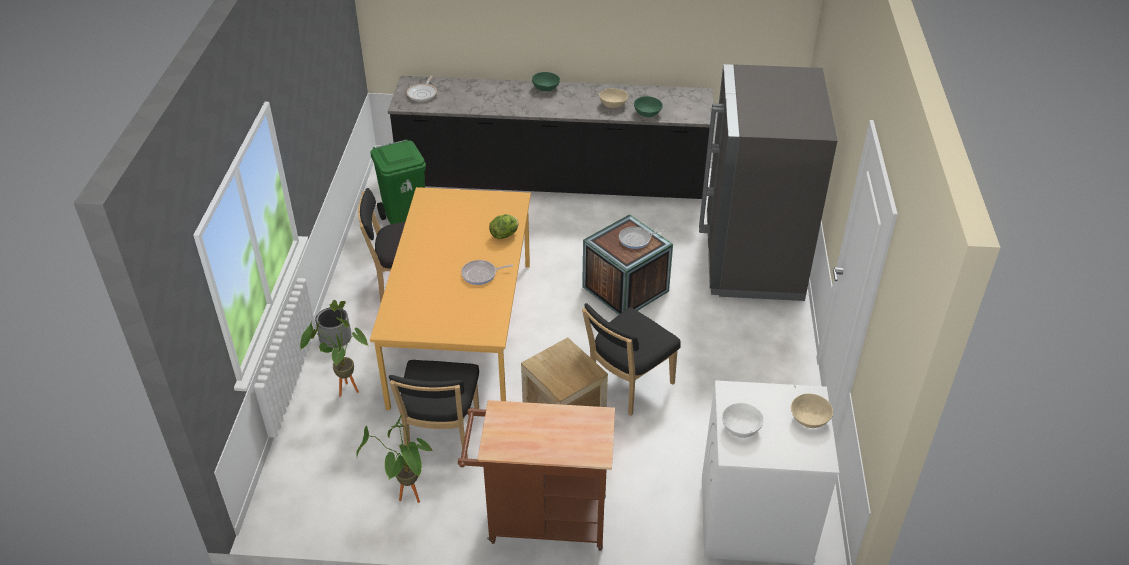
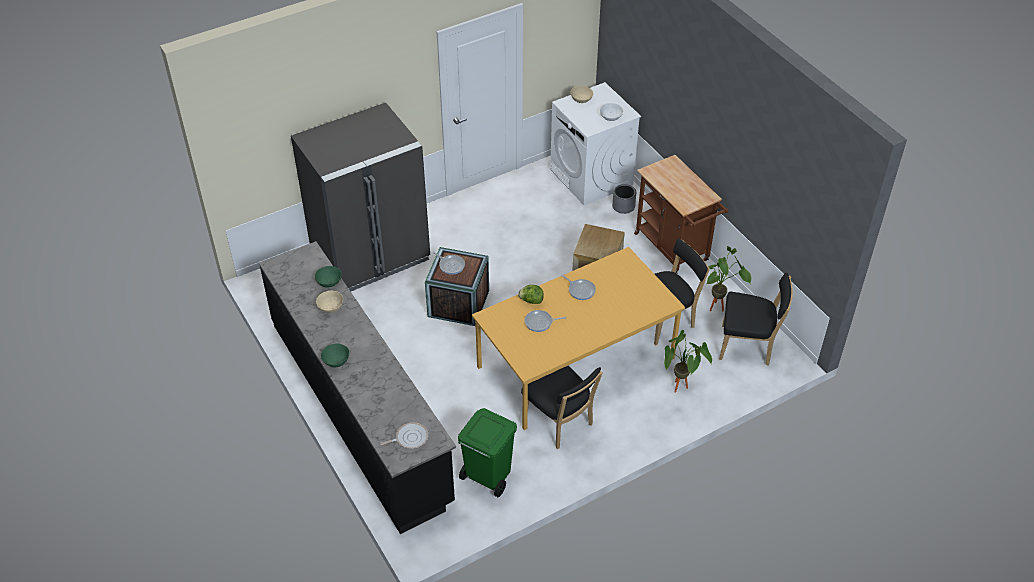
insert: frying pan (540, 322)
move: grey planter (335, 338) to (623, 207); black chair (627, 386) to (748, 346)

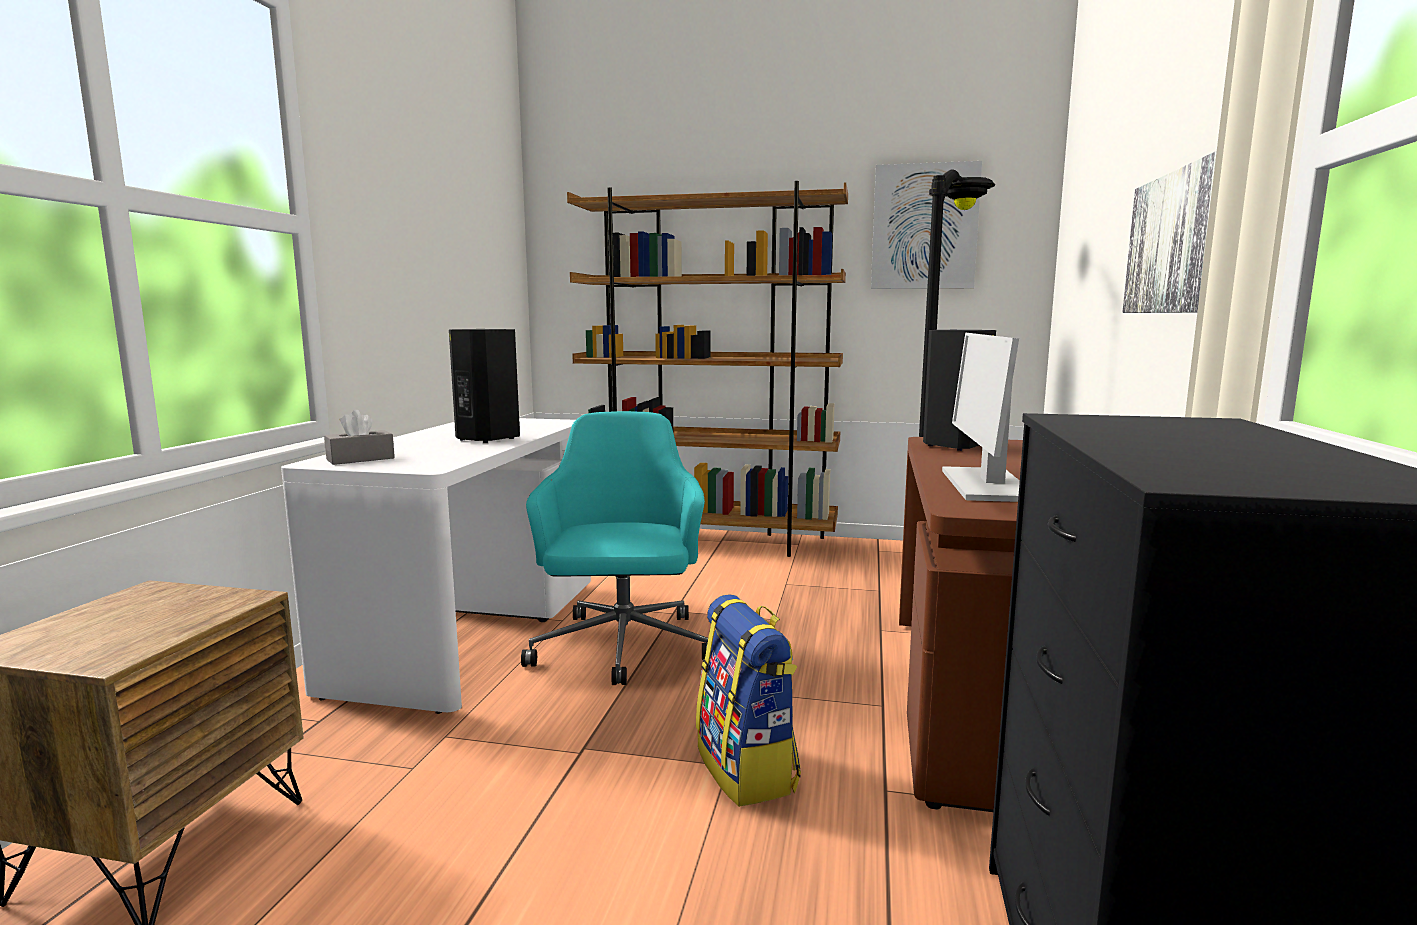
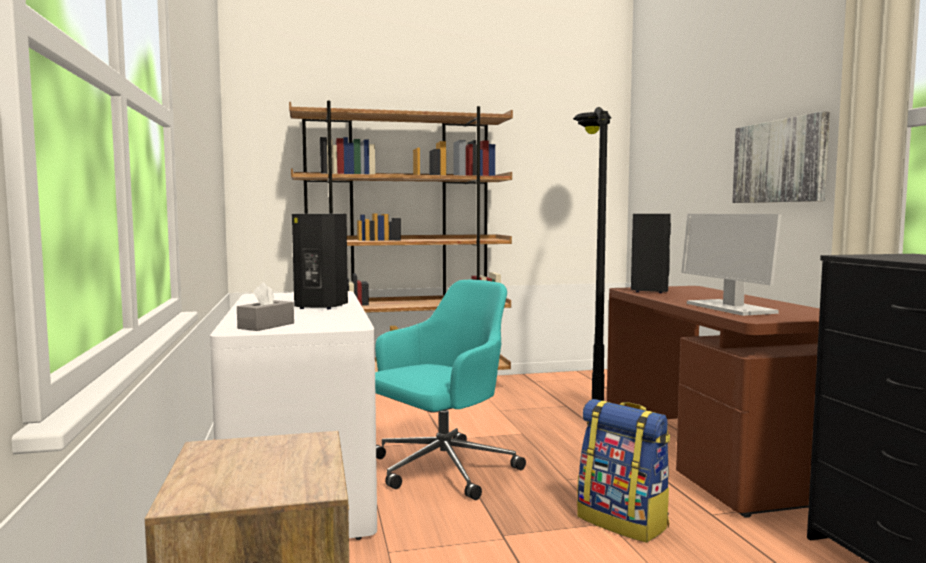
delete: picture (924, 227)
rotate: turquoise office chair (622, 649) = (441, 470) 75 degrees clockwise

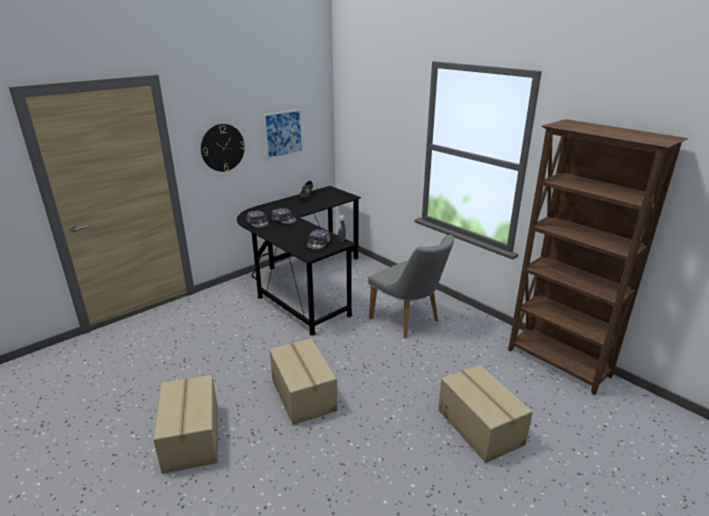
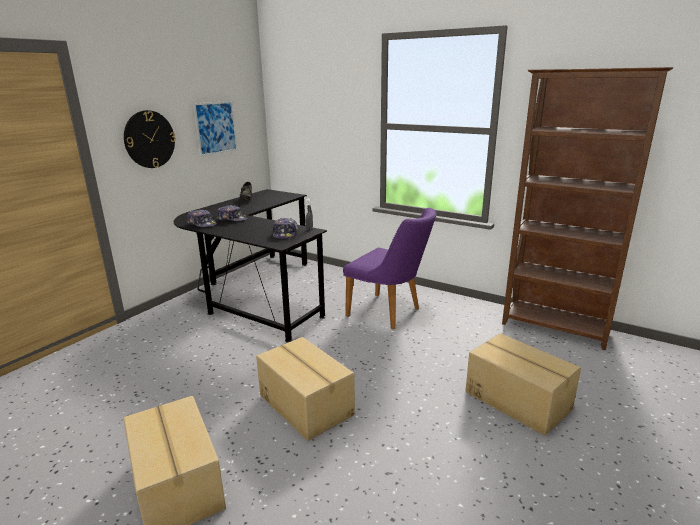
recolor: grey chair (409, 321) to purple chair (389, 313)

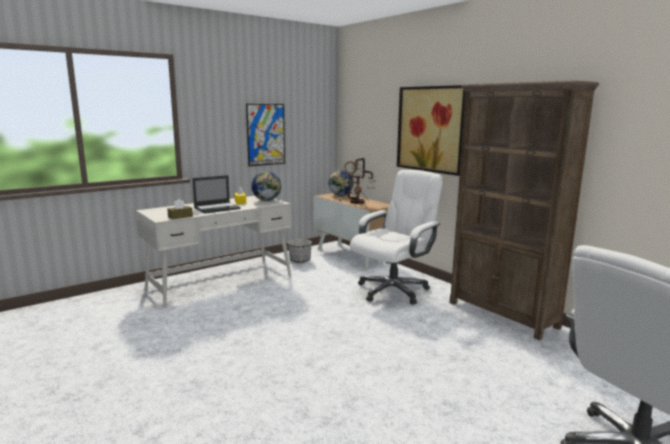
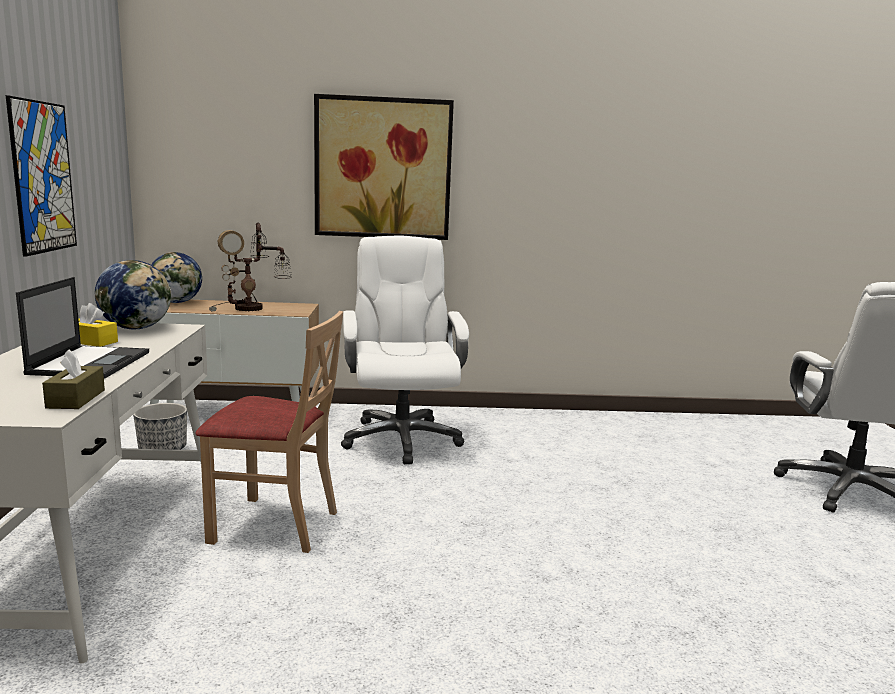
delete: brown bookcase (502, 315)
insert: beige chair (275, 525)

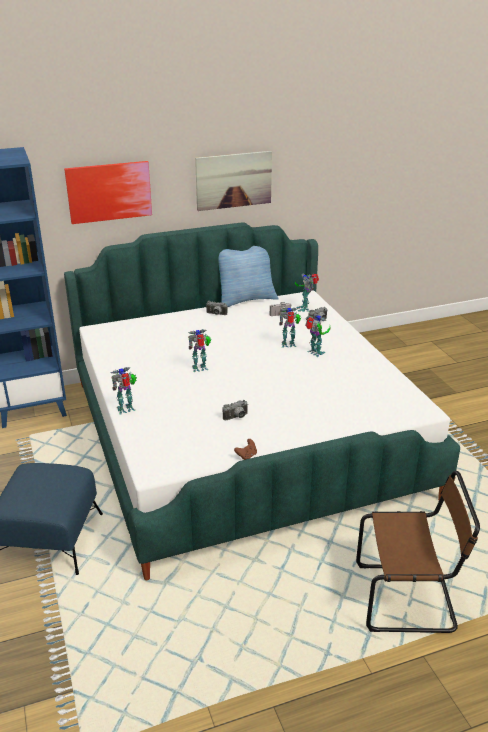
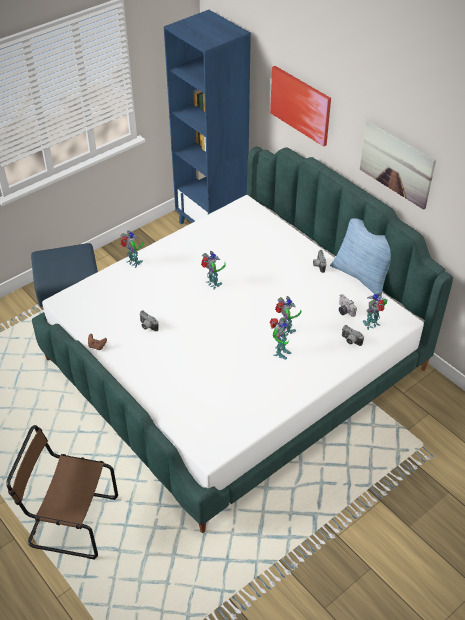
rotate: brown chair (409, 598) = (70, 521) 120 degrees clockwise

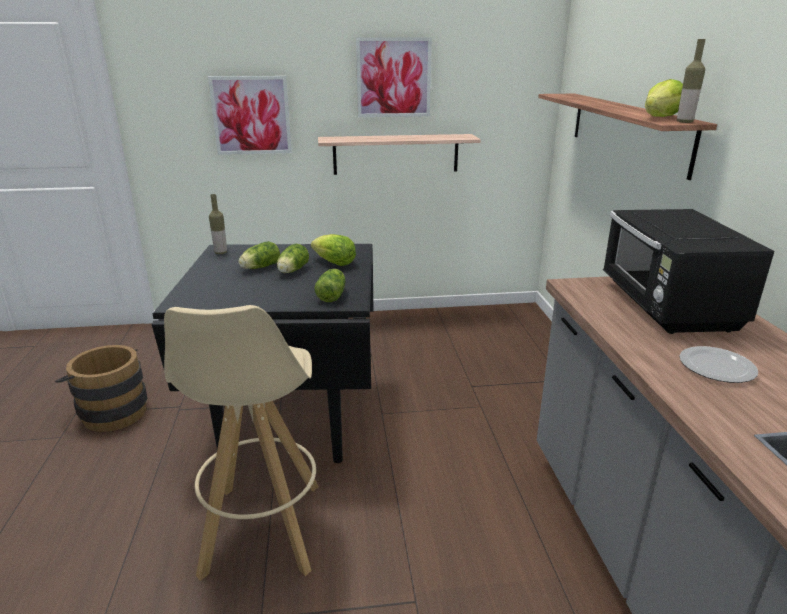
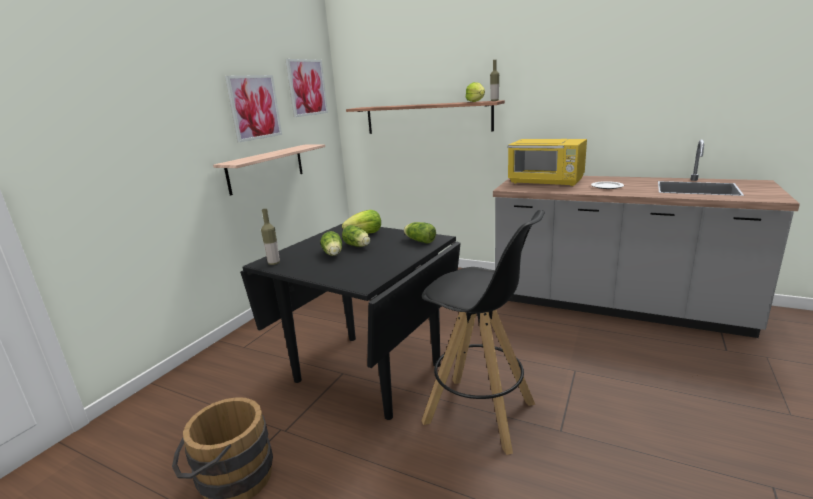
move: picture (251, 115) to (307, 87)
recolor: beige stool (262, 529) to black stool (480, 413); black microwave (667, 306) to yellow microwave (546, 182)

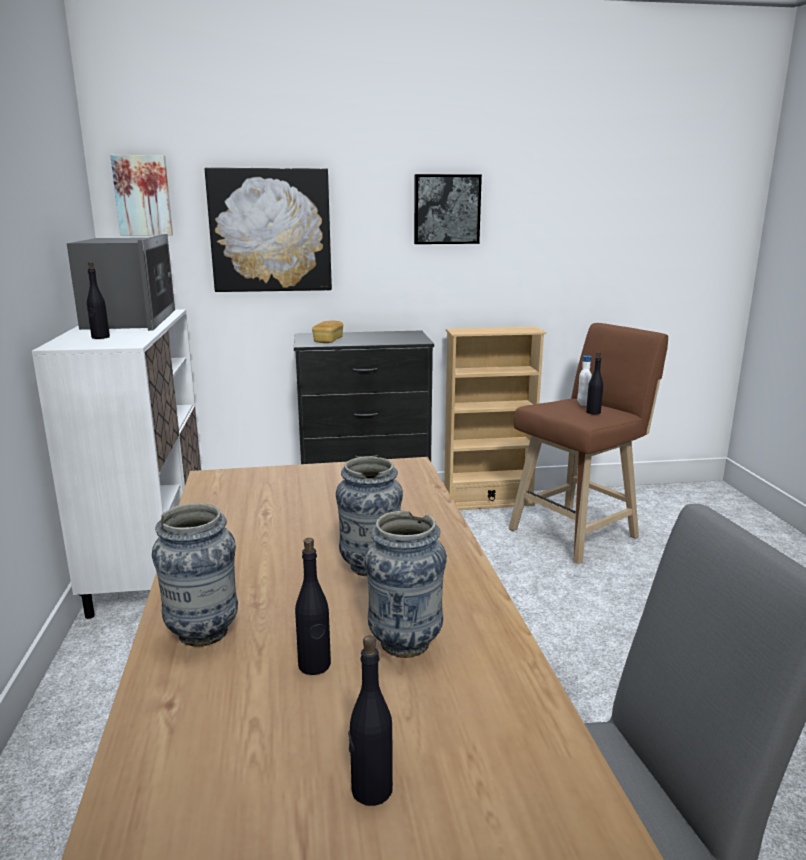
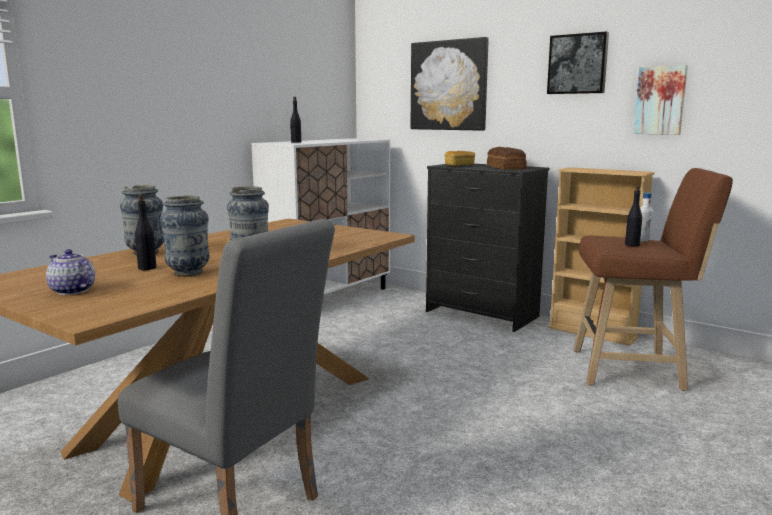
delete: microwave (130, 320)
insert: bread (505, 167)
move: picture (143, 196) to (660, 100)
replace: black bottle (371, 790) to teapot (72, 291)

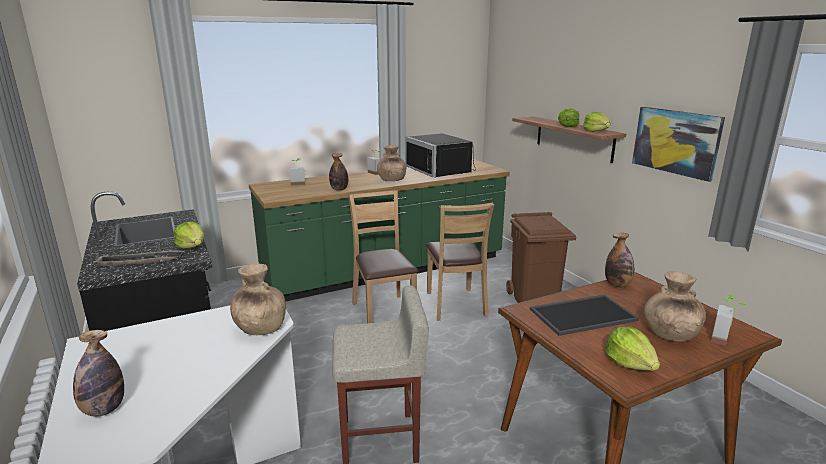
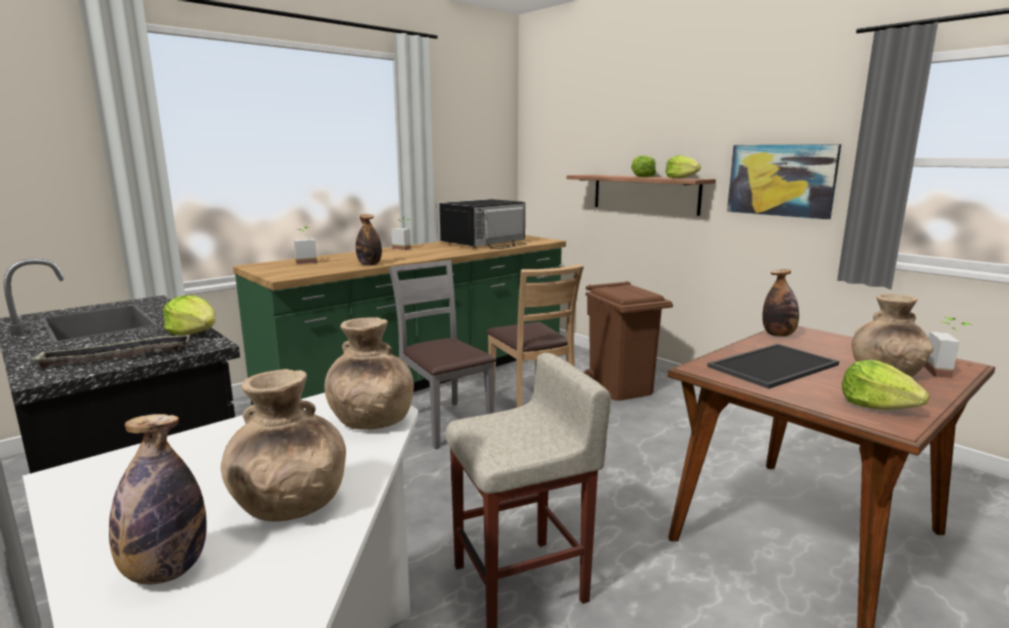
move: brown vase (391, 180) to (289, 504)
recolor: brown chair (383, 312) to grey chair (444, 423)
rotate: black microwave (442, 170) = (485, 243) 90 degrees clockwise

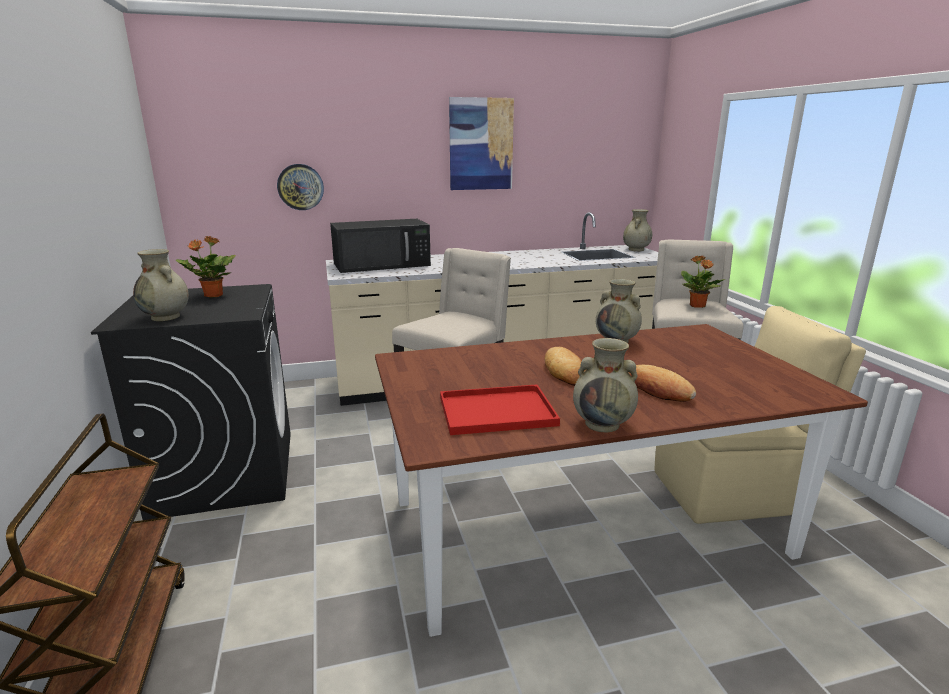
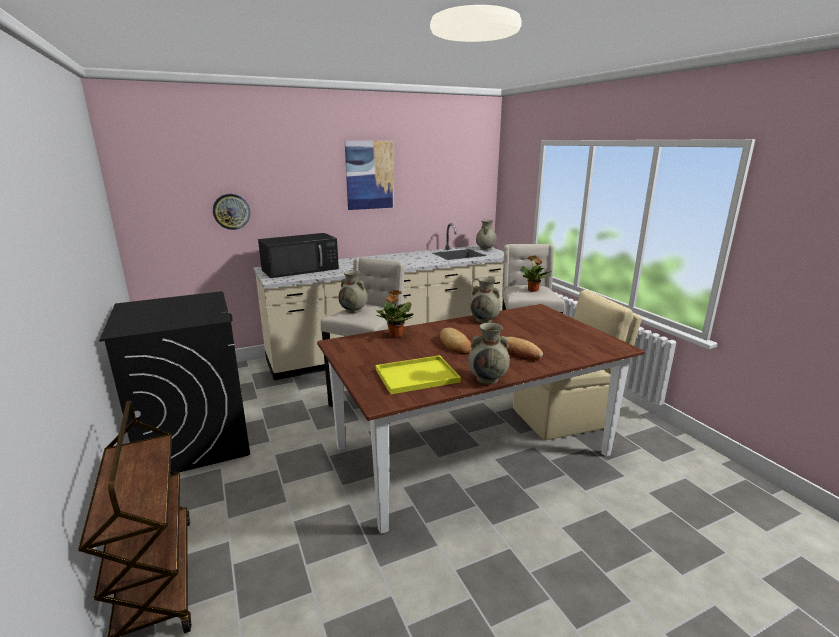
move: beige vase (166, 317) to (354, 310); potted plant (212, 295) to (395, 335)
recolor: red tray (495, 412) to yellow tray (415, 376)

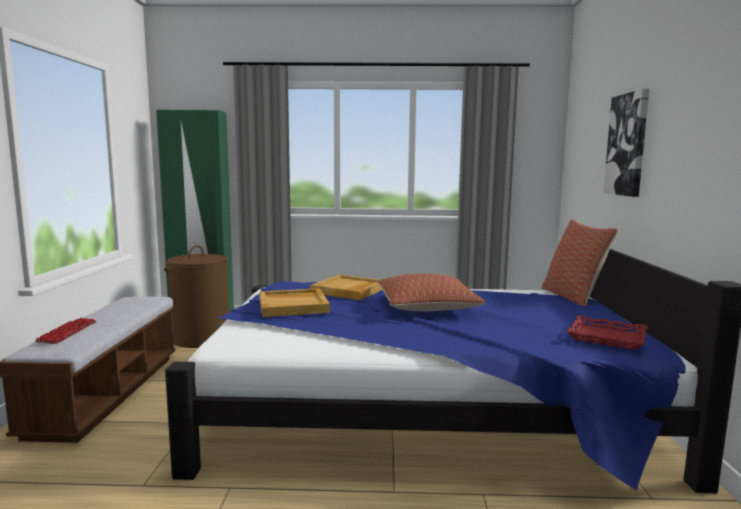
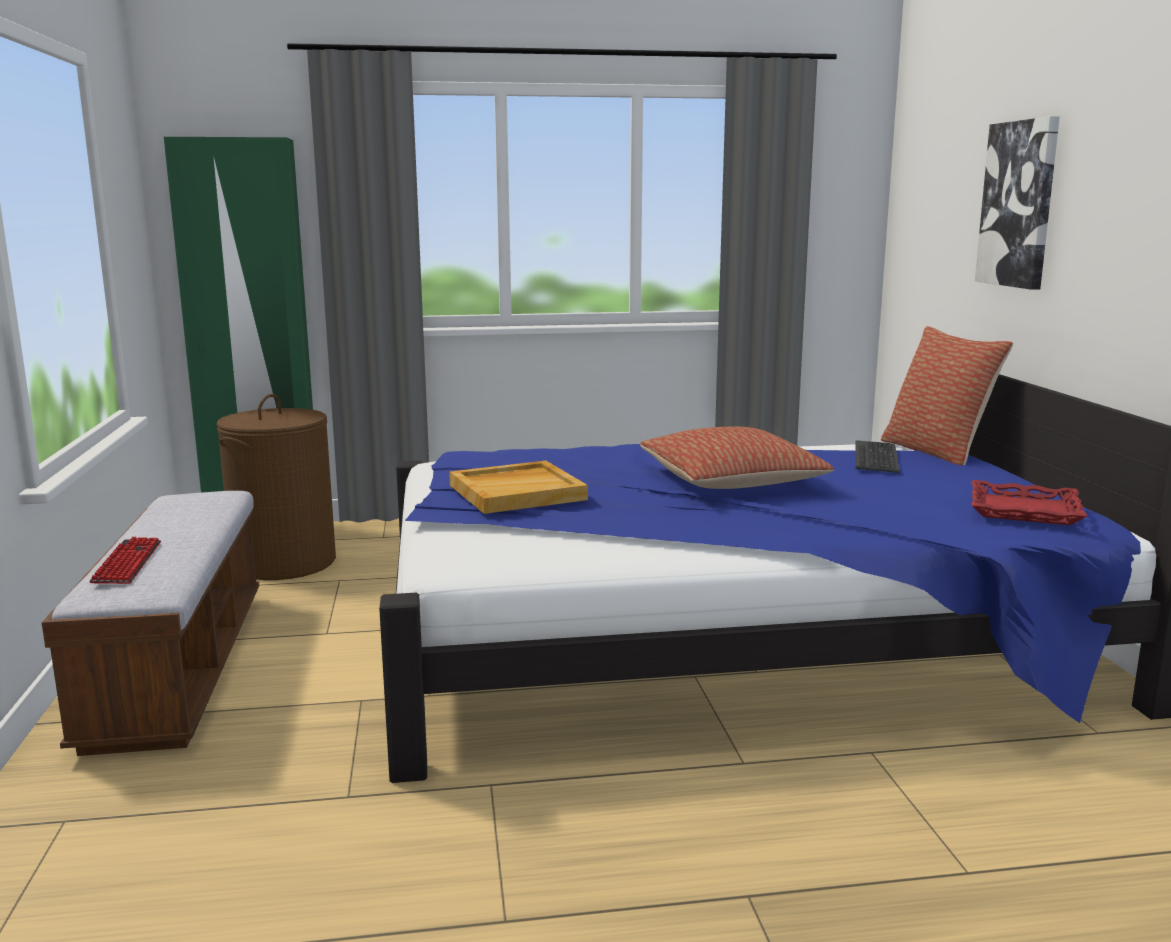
delete: beige tray (349, 290)
insert: keyboard (877, 457)

